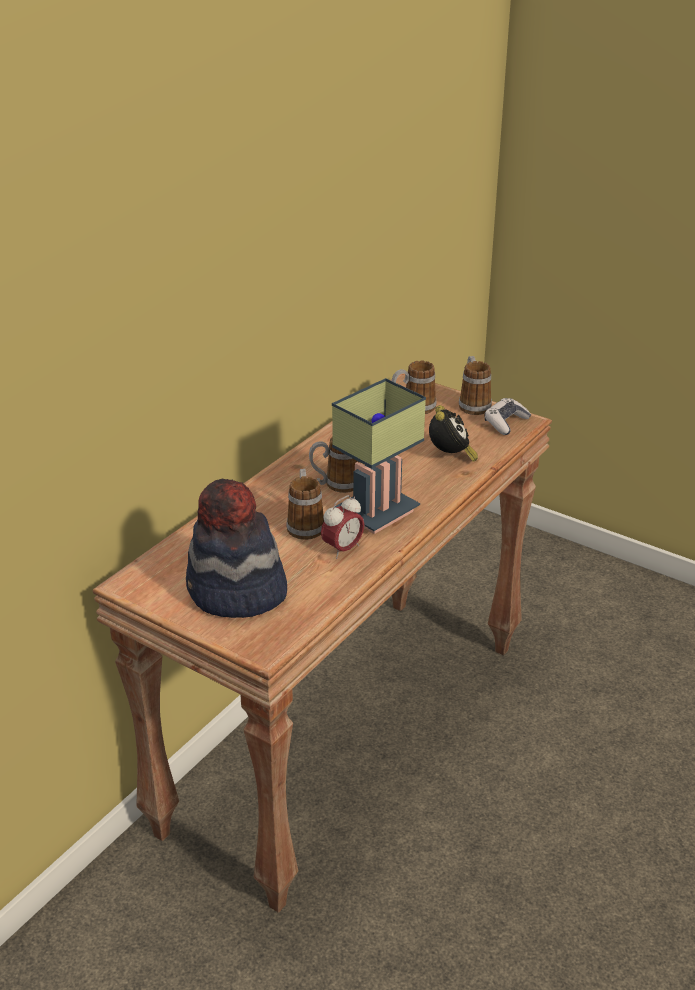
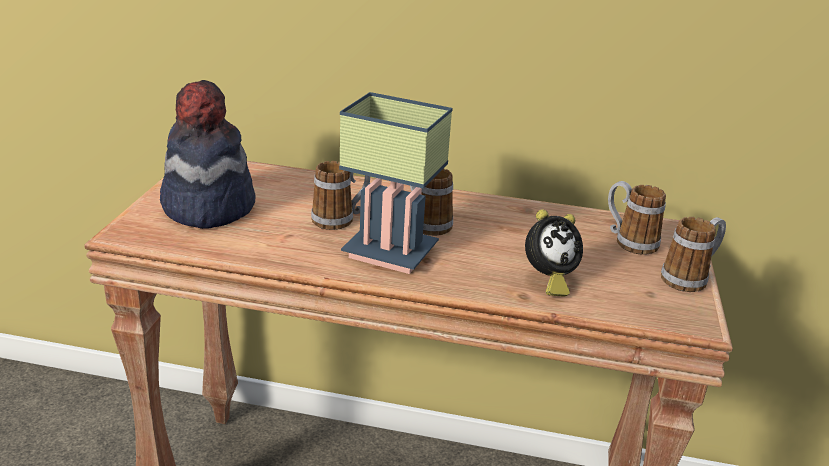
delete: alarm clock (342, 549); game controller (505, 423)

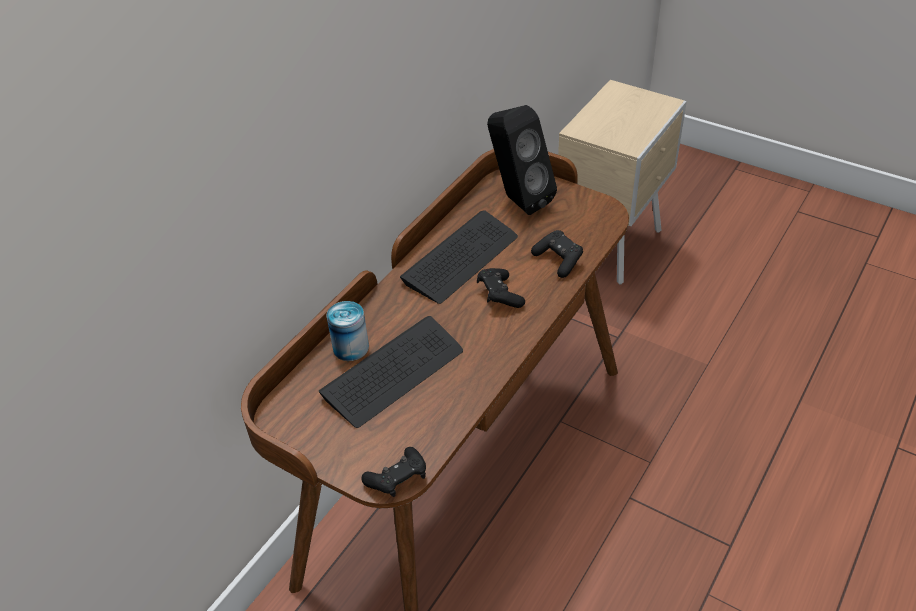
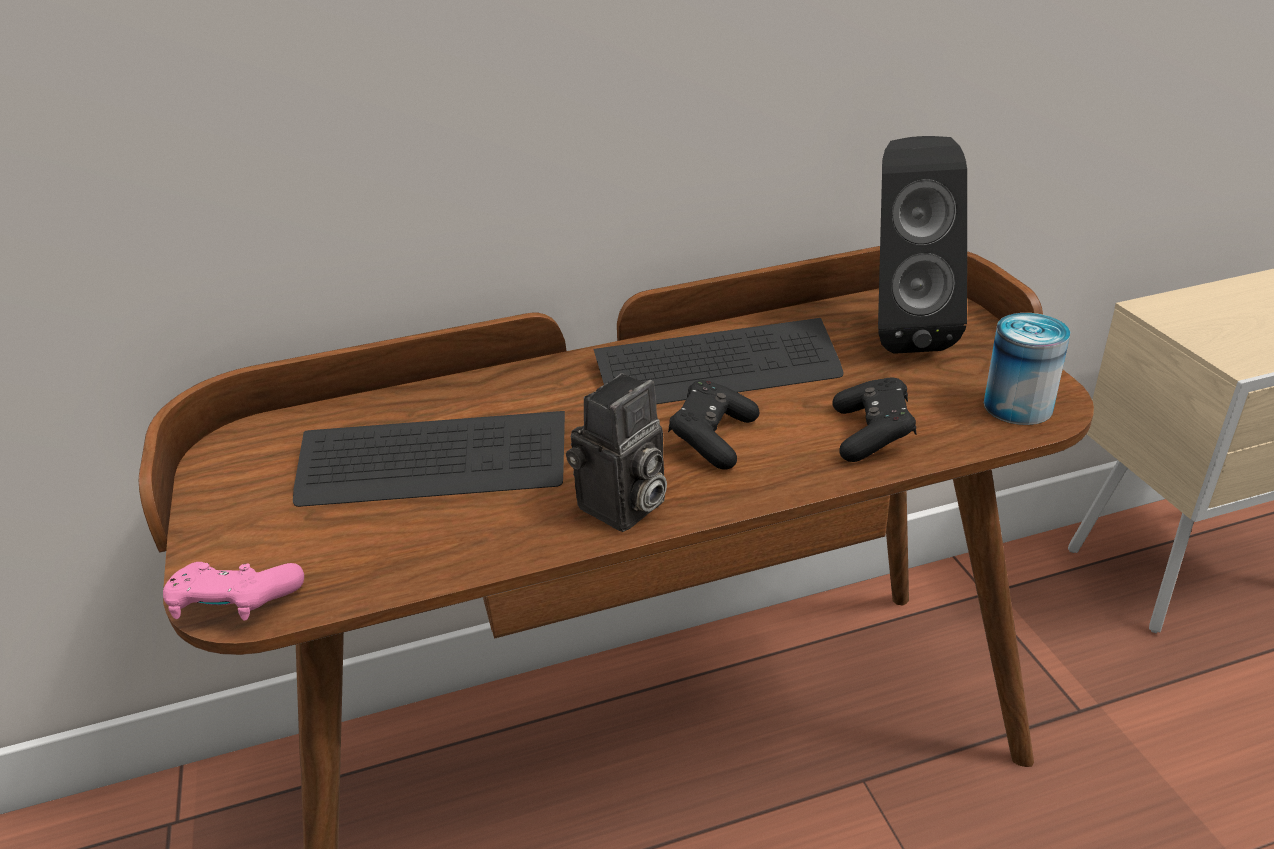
insert: photo camera (622, 508)
move: can (351, 347) to (1018, 406)
recolor: black game controller (398, 480) to pink game controller (236, 606)

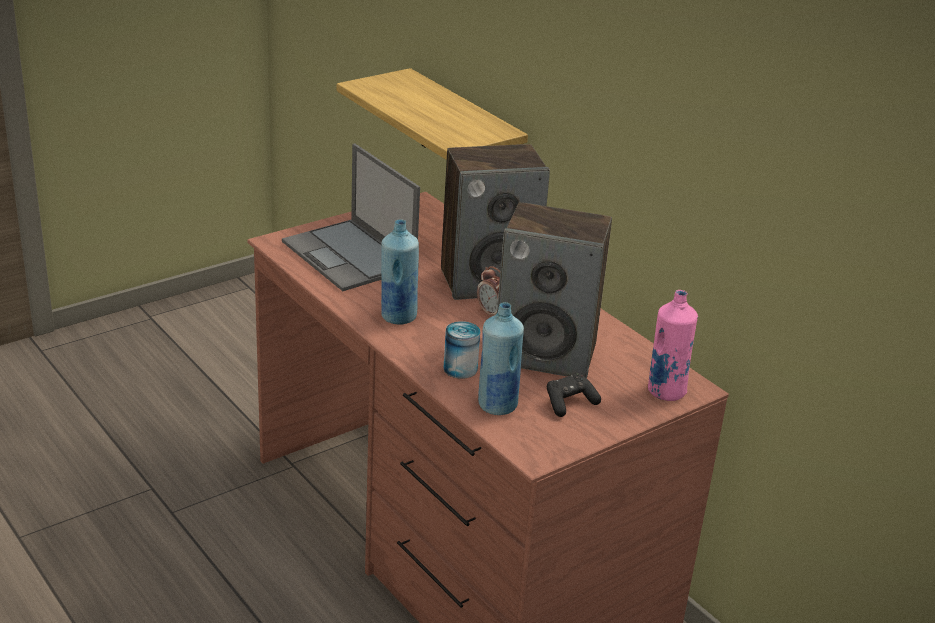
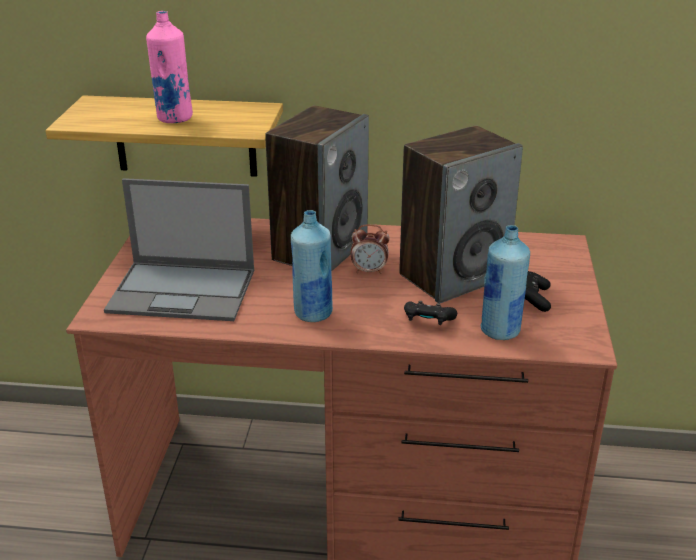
move: pink bottle (665, 391) to (174, 118)
replace: can (460, 368) to black game controller (428, 322)

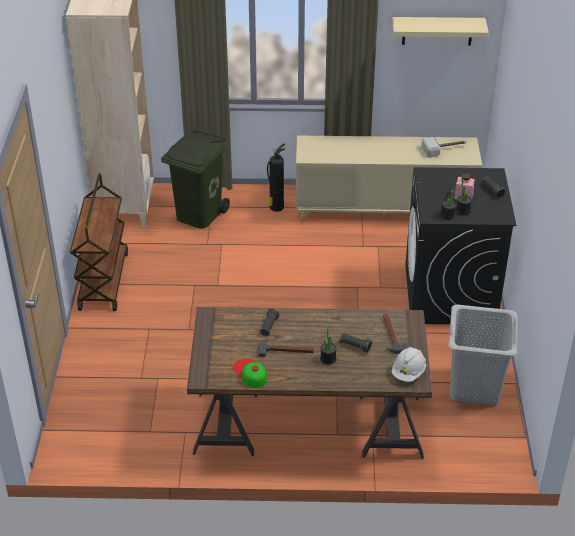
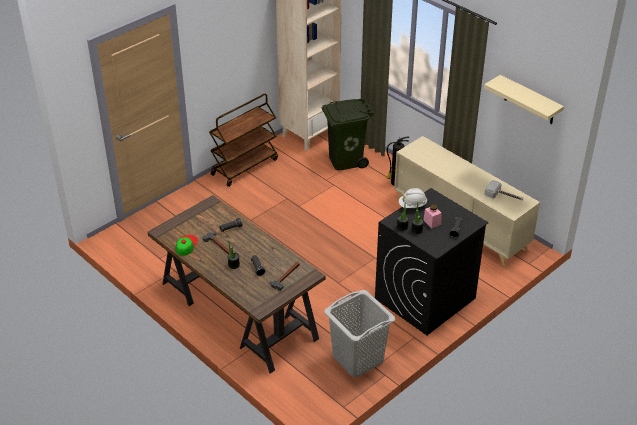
move: white hard hat (408, 372) to (412, 205)

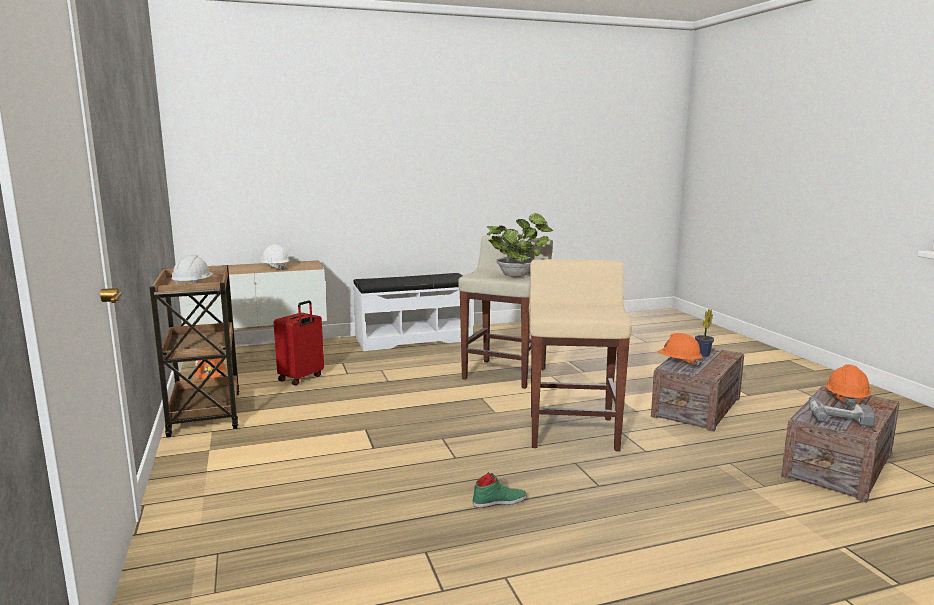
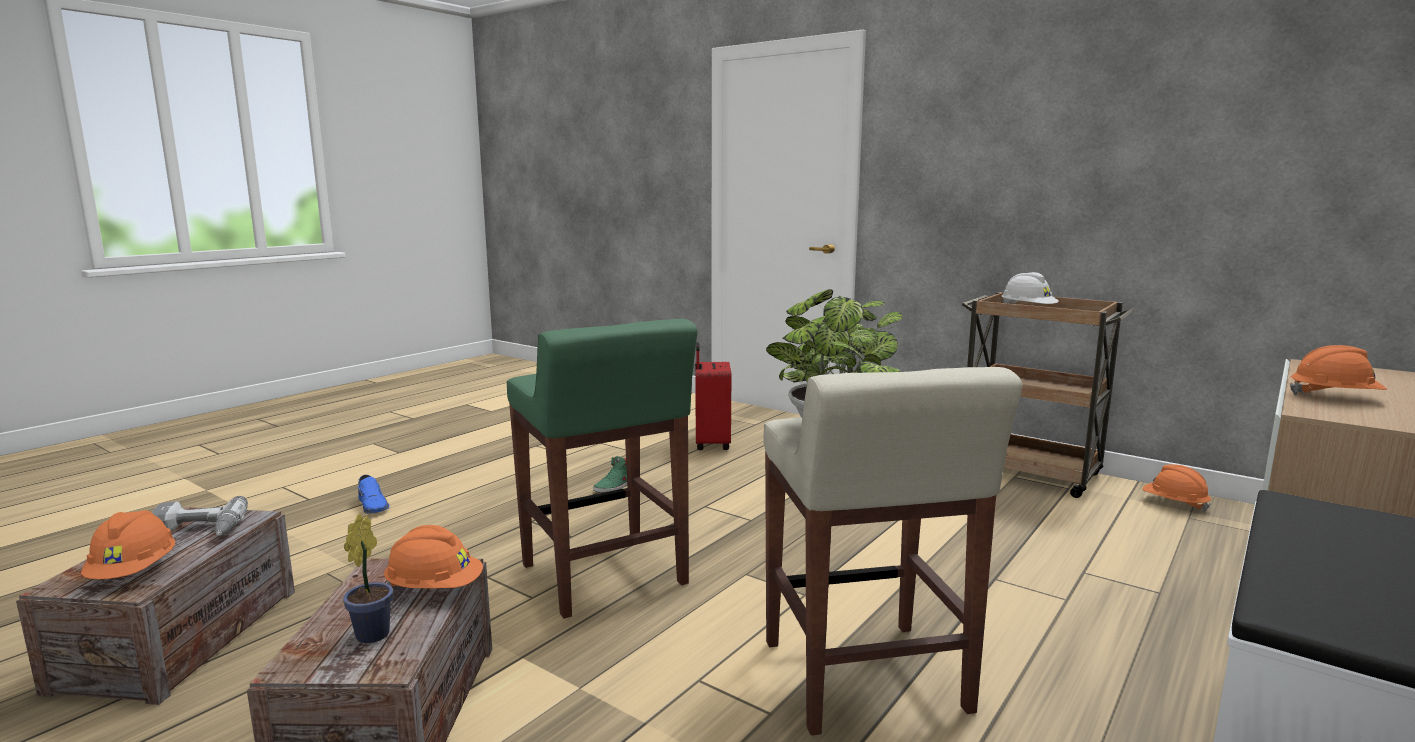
insert: blue shoe (373, 505)
move: red suitcase (301, 378) to (711, 444)
recolor: white hard hat (275, 268) to orange hard hat (1334, 397); beige stool (573, 432) to green stool (604, 576)

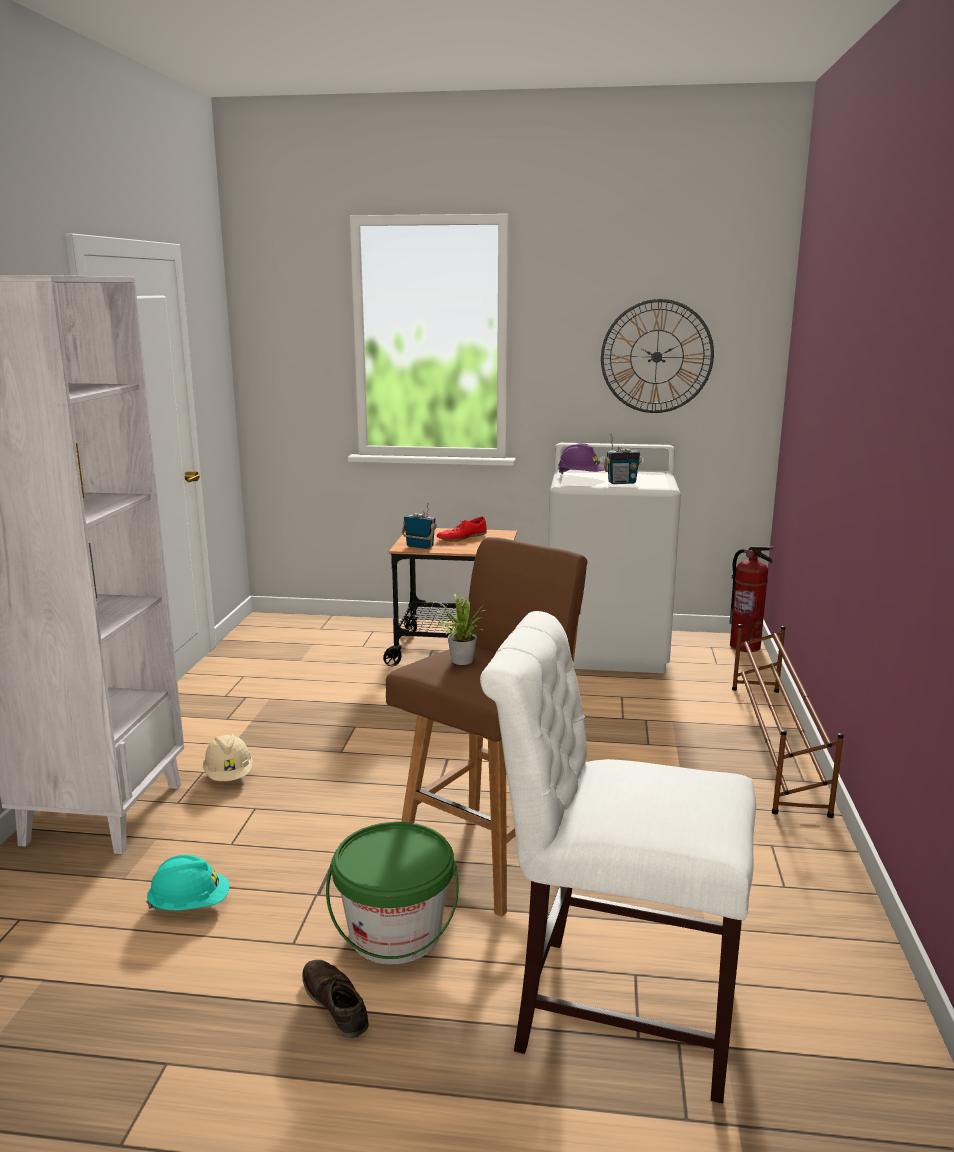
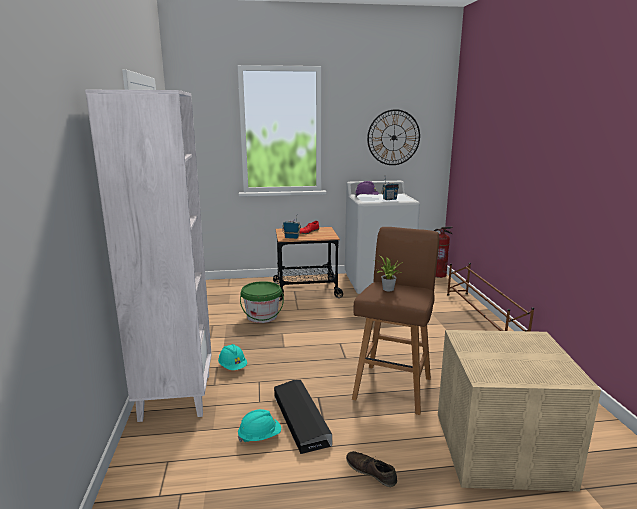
insert: black storage box (301, 419)
move: green bucket (395, 934) to (262, 316)
replace: white chair (613, 1007) to beige storage box (498, 447)
recolor: beige hard hat (229, 776) to turquoise hard hat (233, 367)

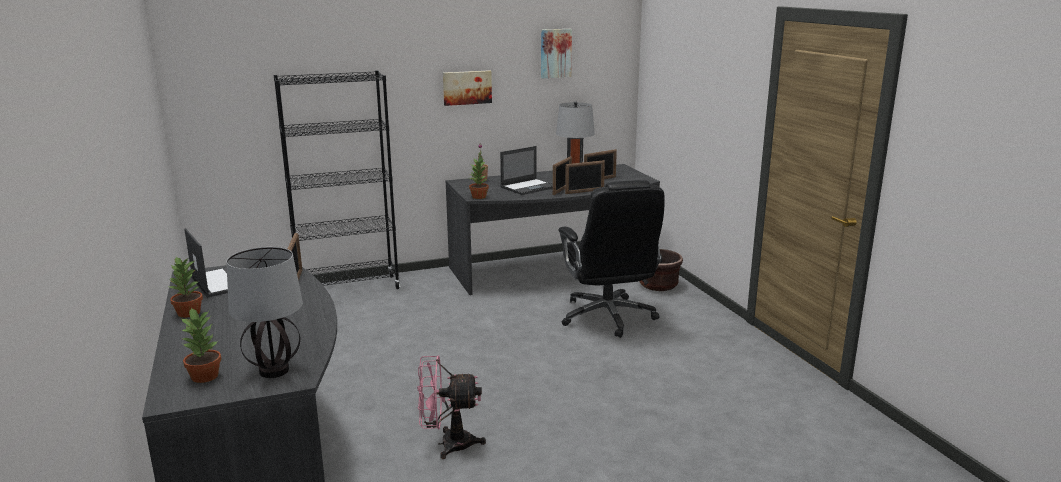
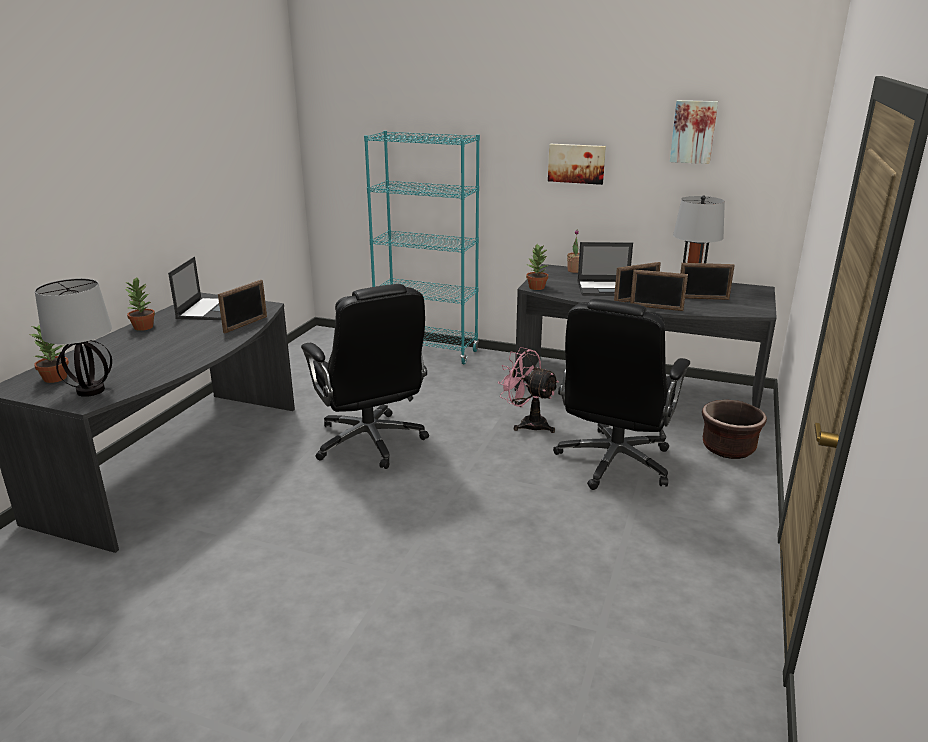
insert: black office chair (370, 442)
move: pink fan (448, 444) to (528, 423)
recolor: black bookcase (348, 289) to turquoise bookcase (427, 351)

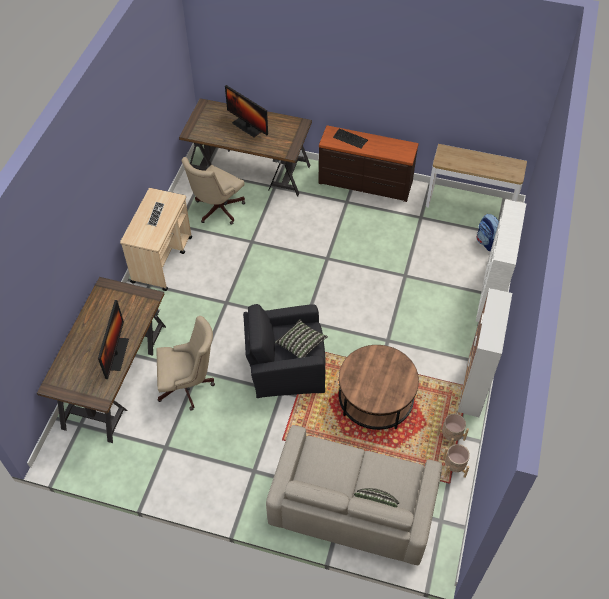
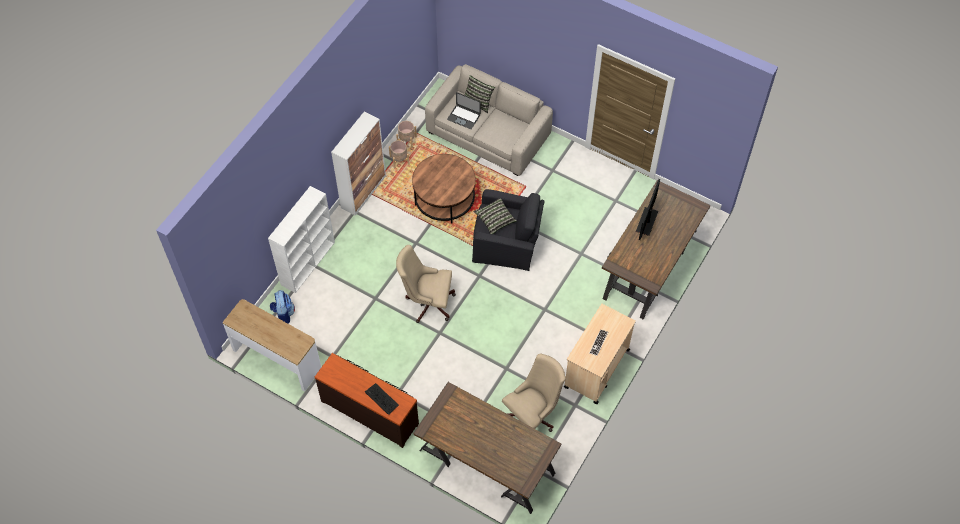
delete: monitor (247, 126)
insert: laptop (464, 117)
move: beige office chair (189, 386) to (427, 302)

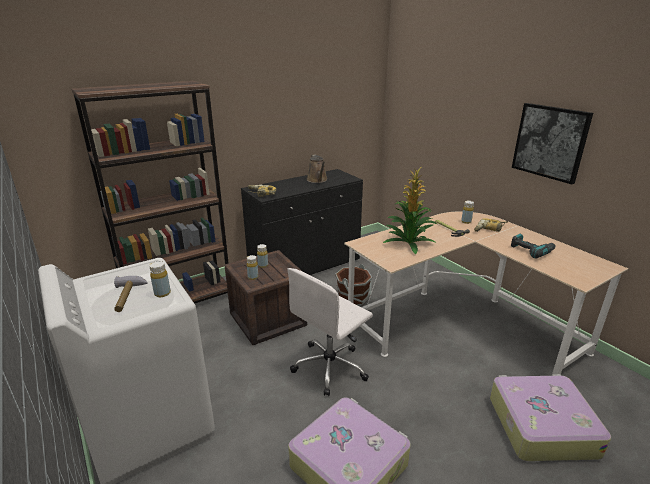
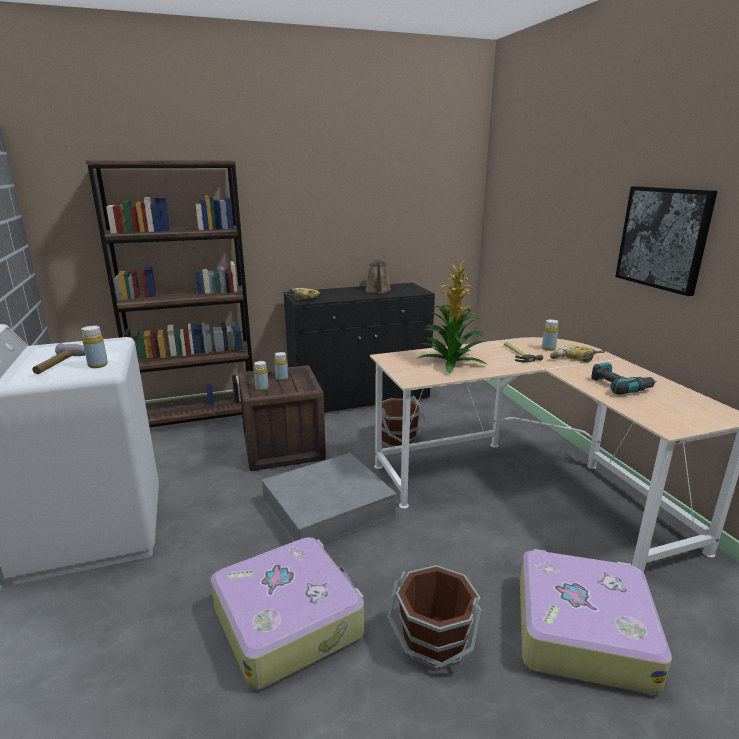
insert: brown bucket (434, 643)
replace: white office chair (330, 367) to grey storage box (328, 508)

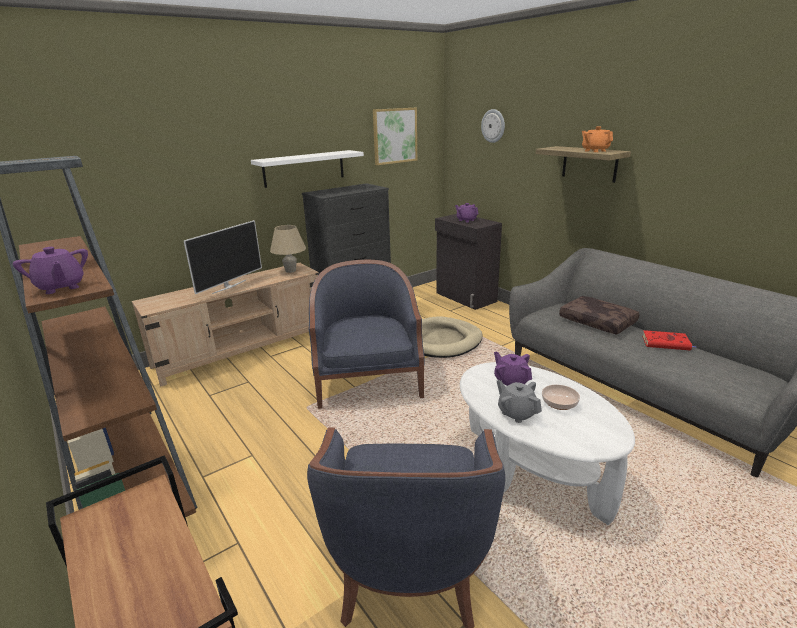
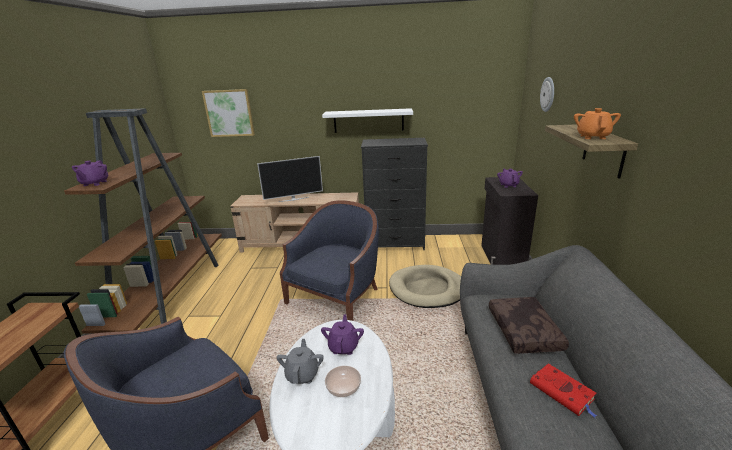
delete: beige table lamp (290, 270)
move: picture (394, 136) to (229, 113)

